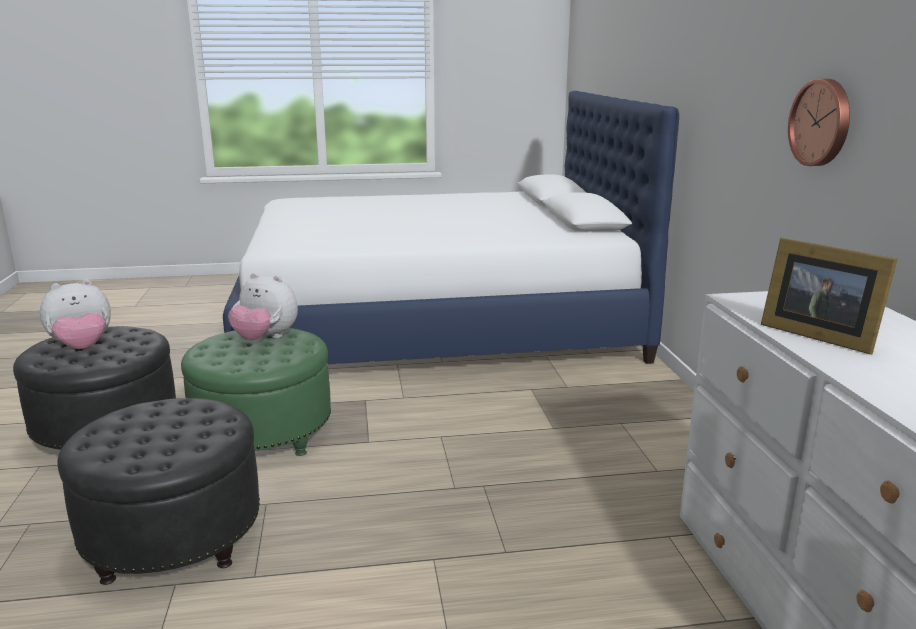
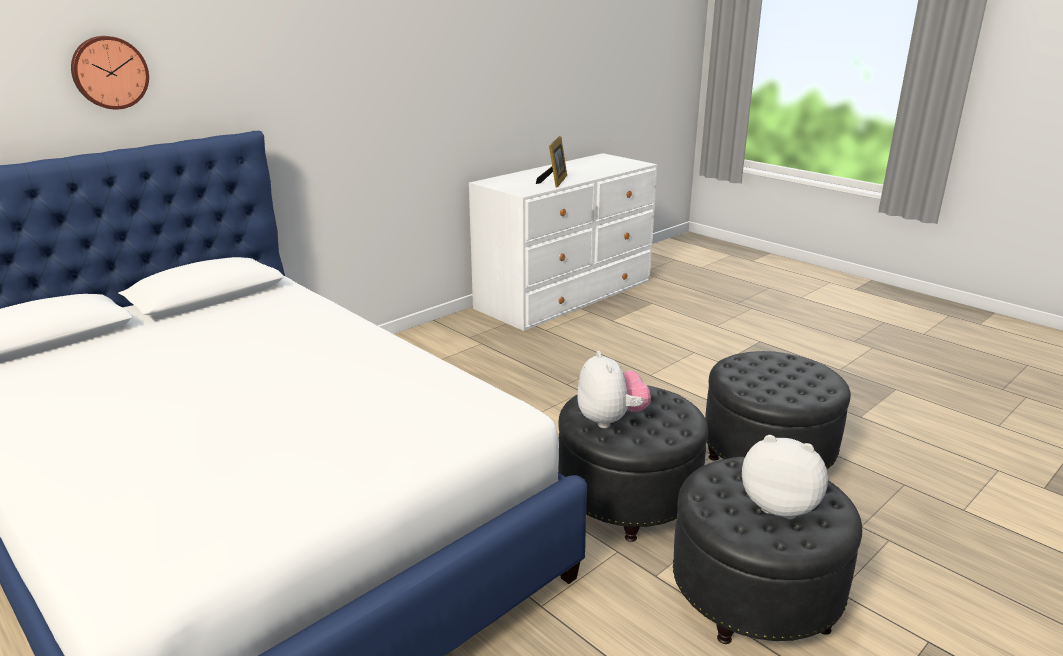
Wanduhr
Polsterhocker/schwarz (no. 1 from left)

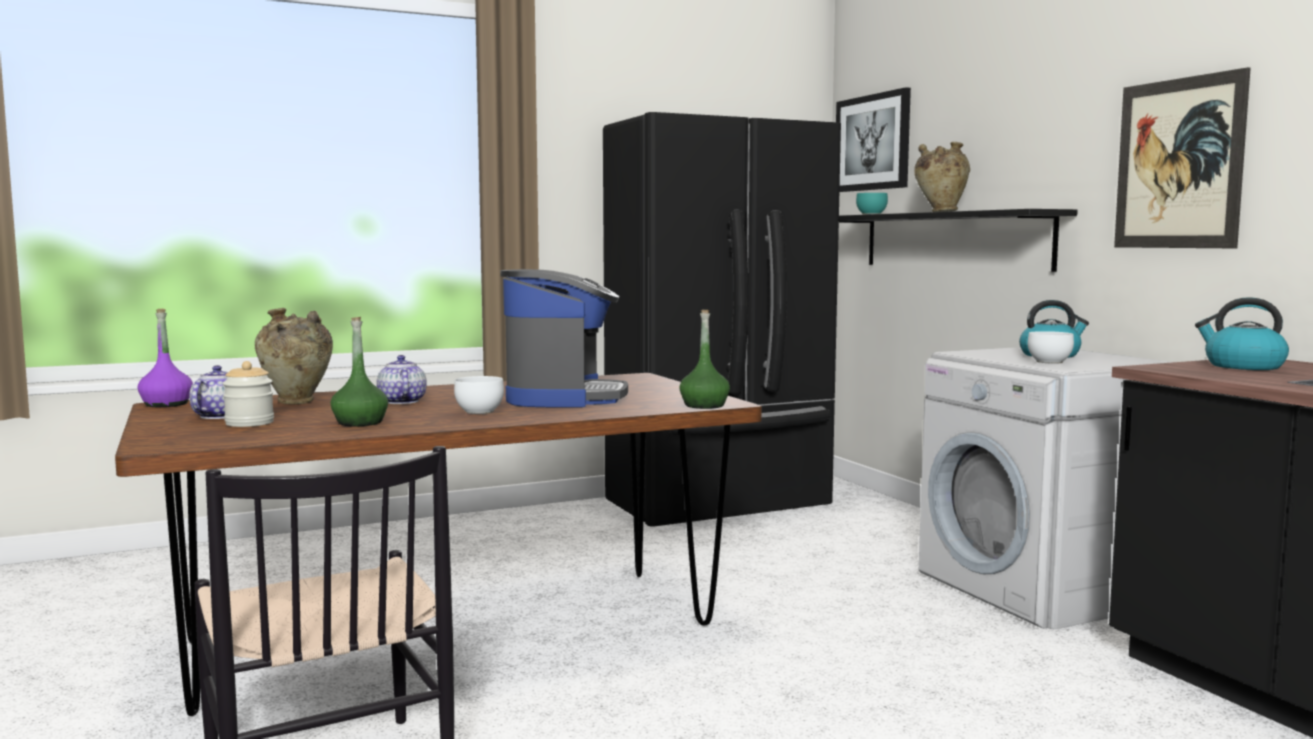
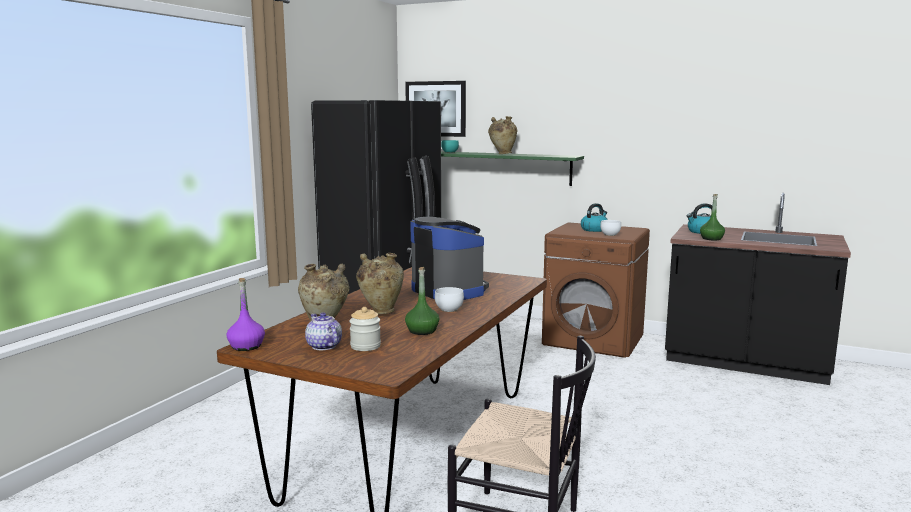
Bild (no. 2 from left in the first image)
Wandregal/grün
Flasche/grün (no. 2 from left)
Waschmaschine/braun
Vase/beige (no. 2 from left)

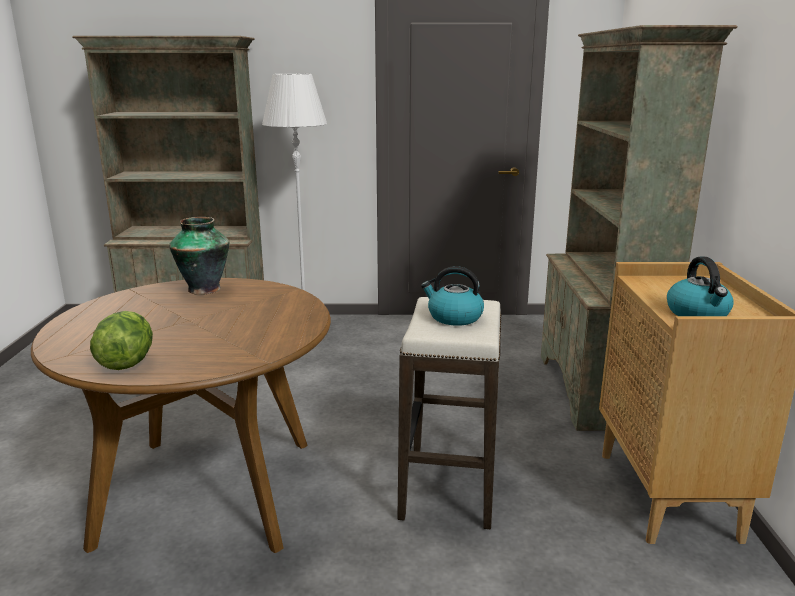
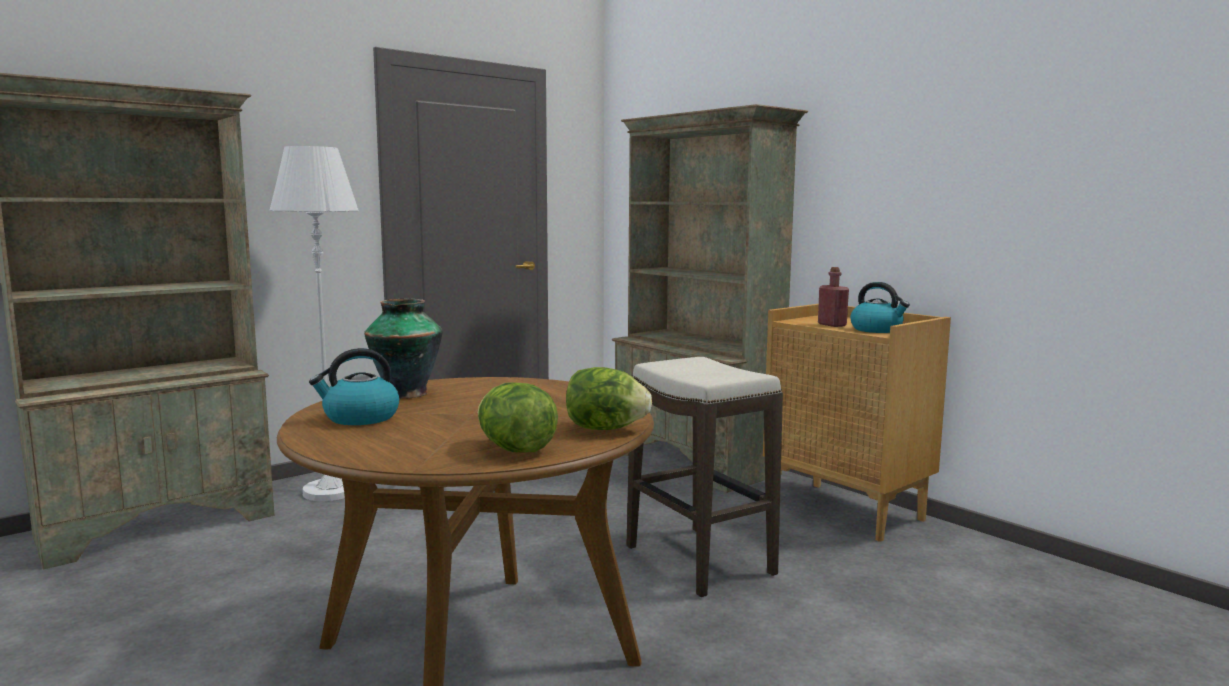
Wasserkessel (no. 1 from left)
Flasche/rot
Salatkopf (no. 2 from left)

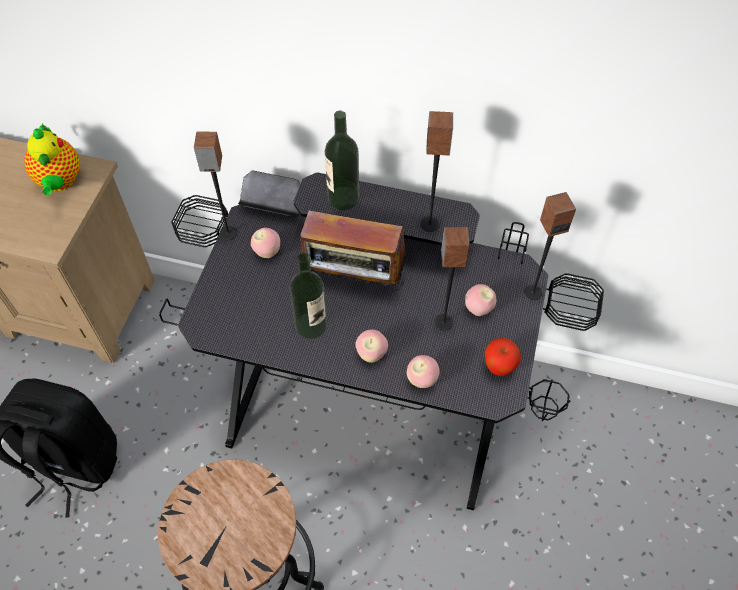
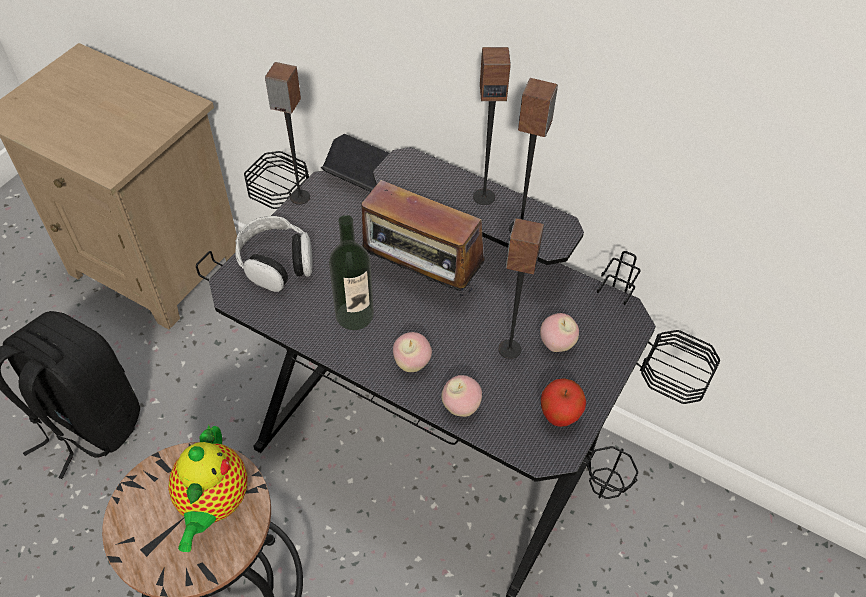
Flasche (no. 2 from left in the first image)
Teekanne
Lautsprecher (no. 2 from left)
Apfel (no. 1 from left in the first image)
Kopfhörer

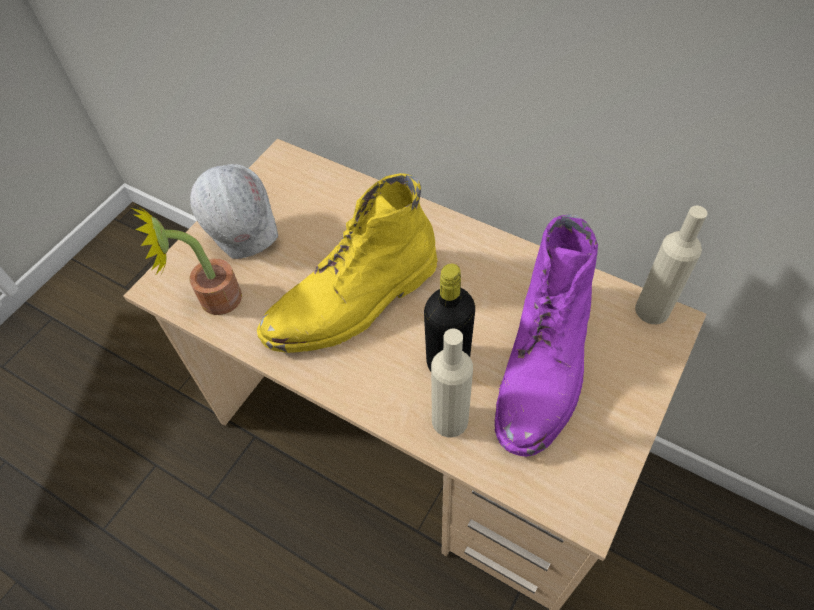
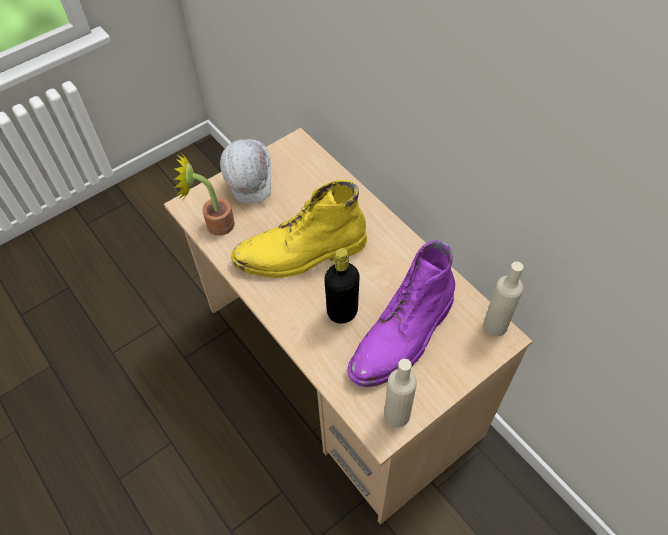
Flasche/beige (no. 1 from left)

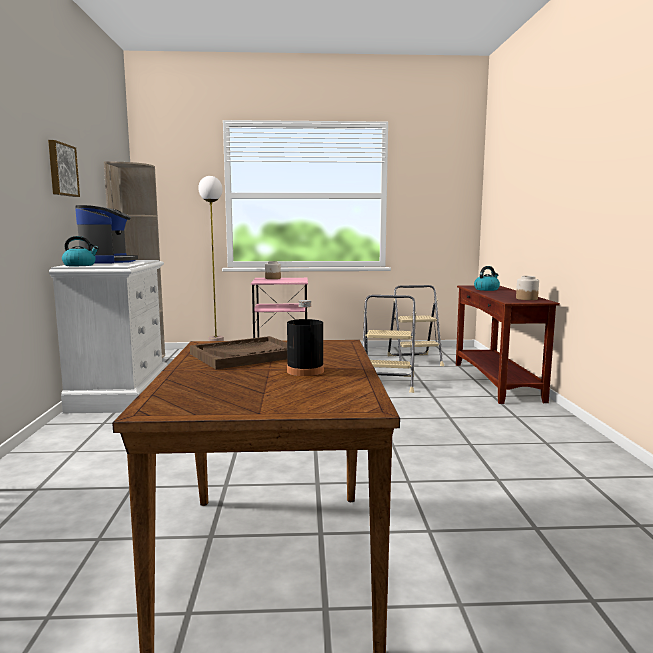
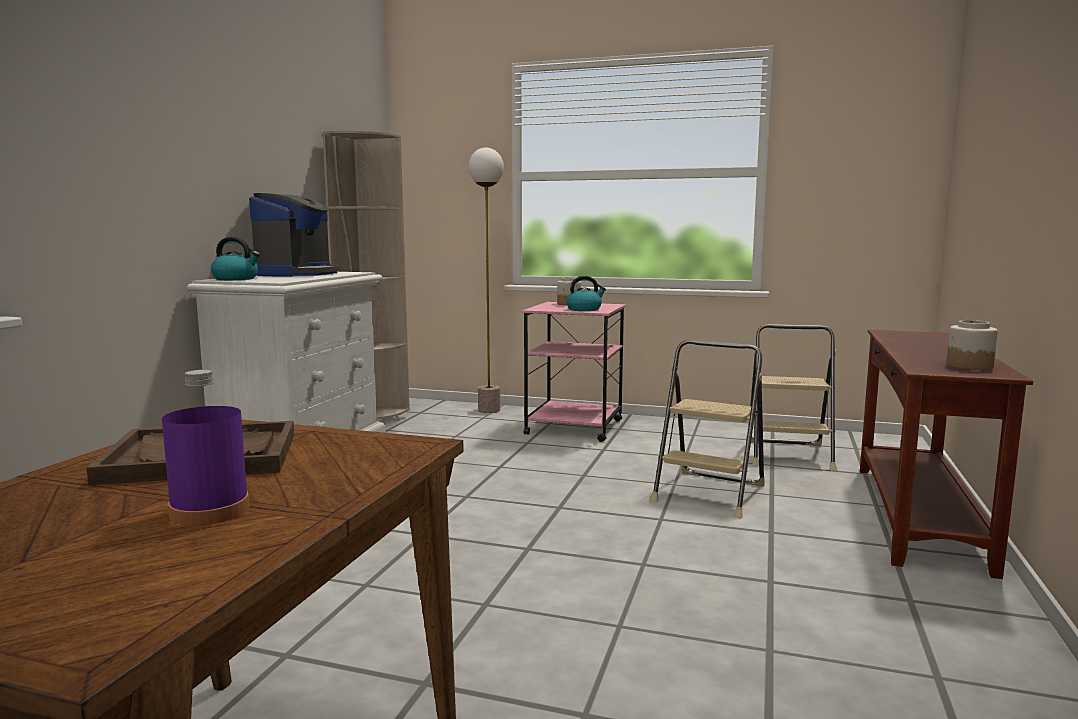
Bild
Wasserkessel (no. 2 from left)
Flasche/lila

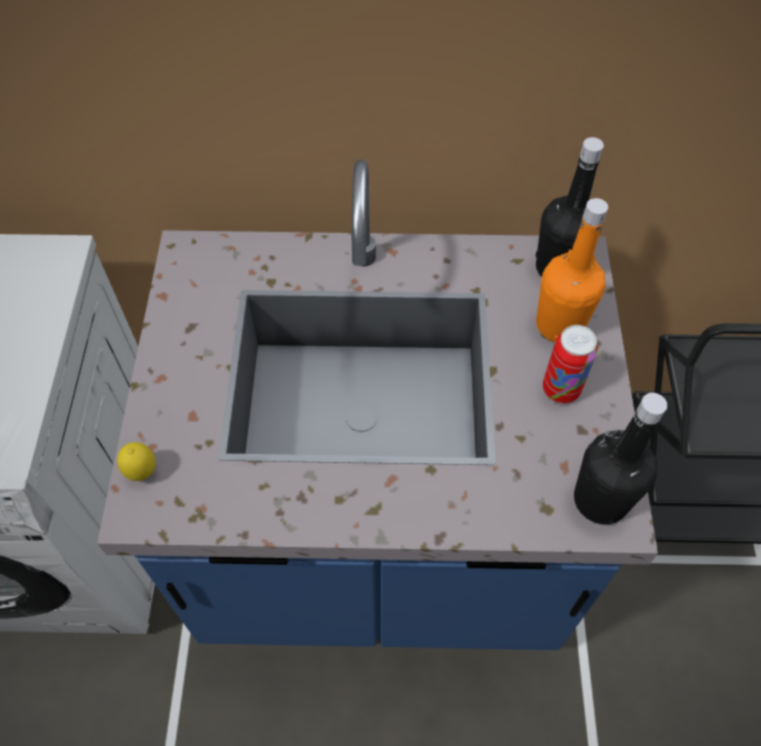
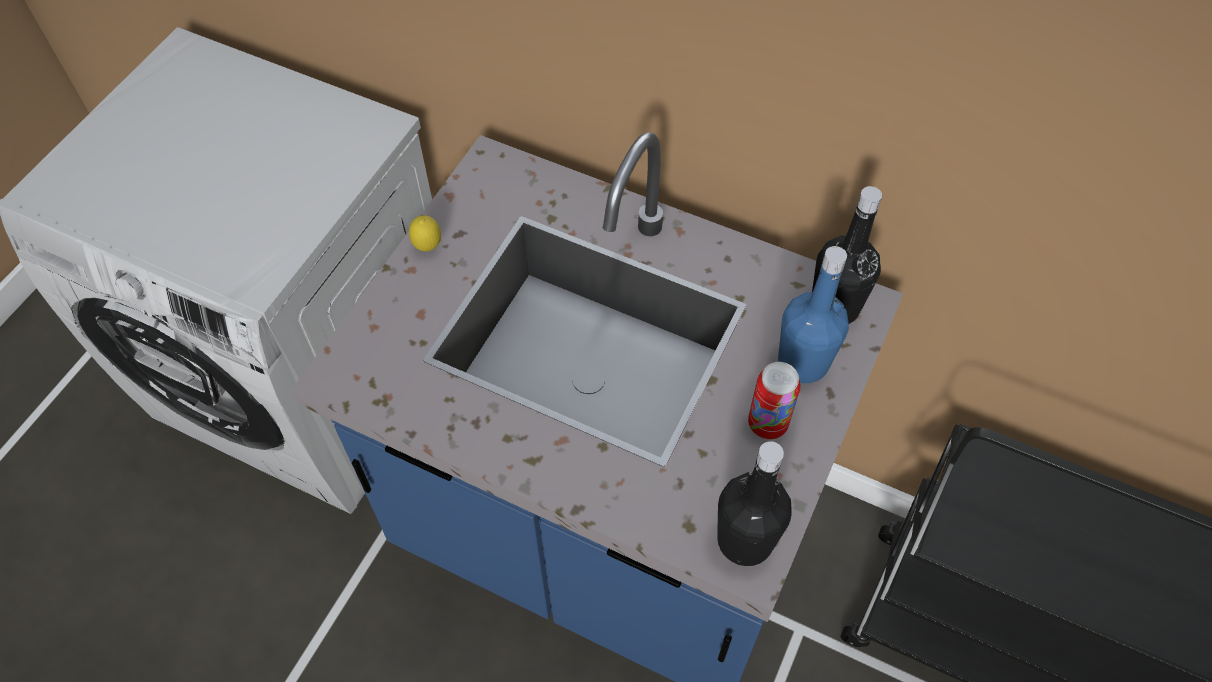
Flasche/blau
Zitrone

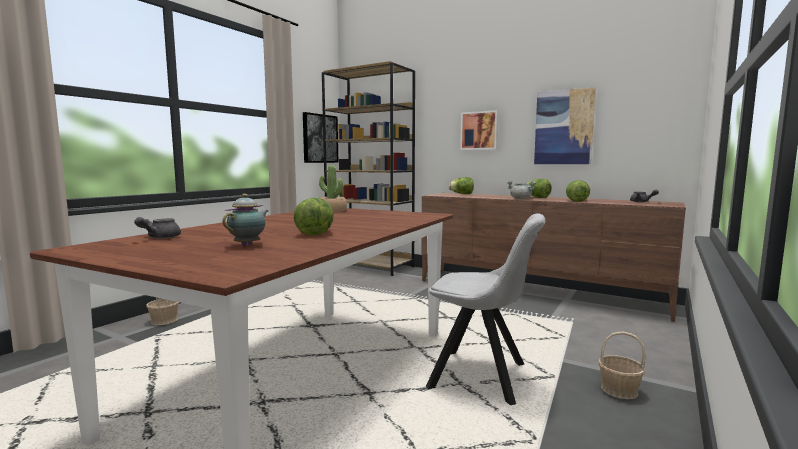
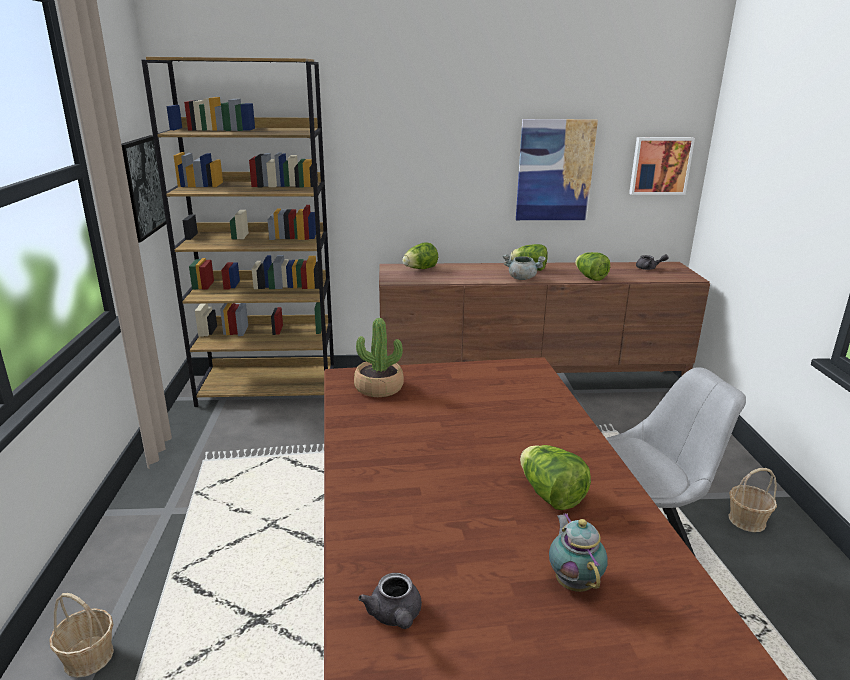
Bild (no. 3 from left)

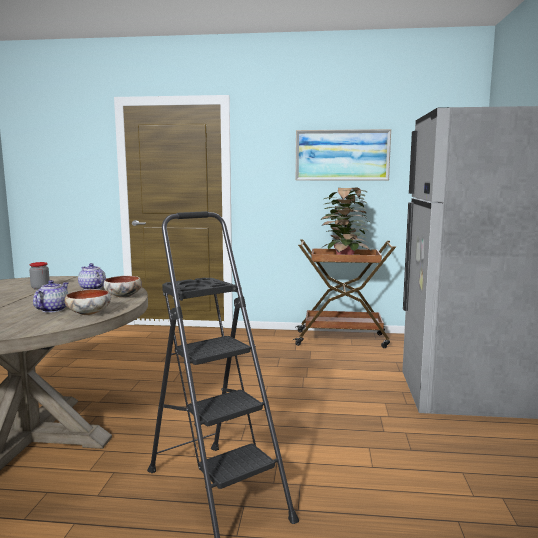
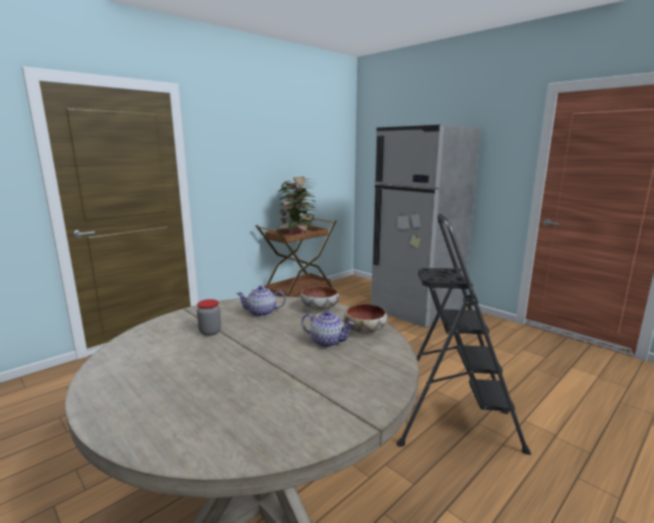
Bild
Teekanne (no. 2 from left)

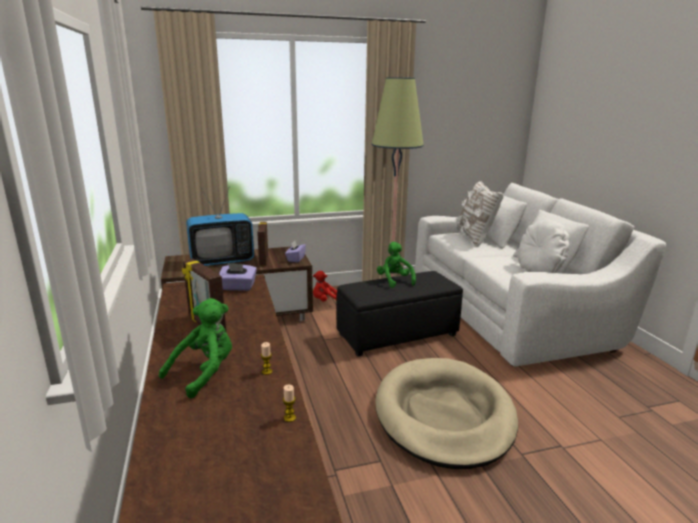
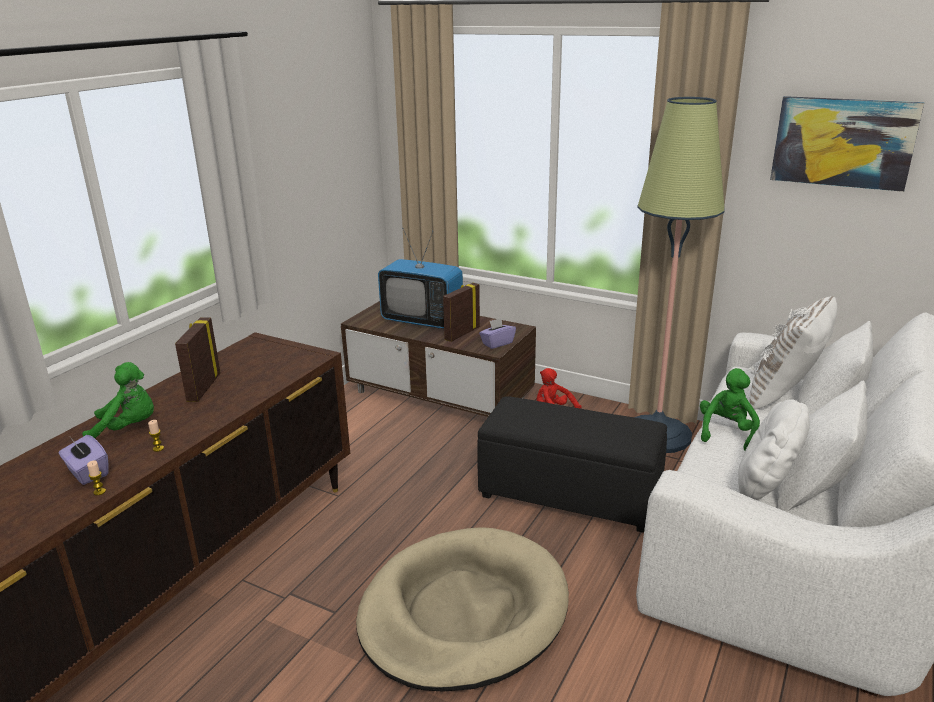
Plüschtier/grün (no. 2 from left)
Taschentuchbox/lila (no. 1 from left)
Bild

